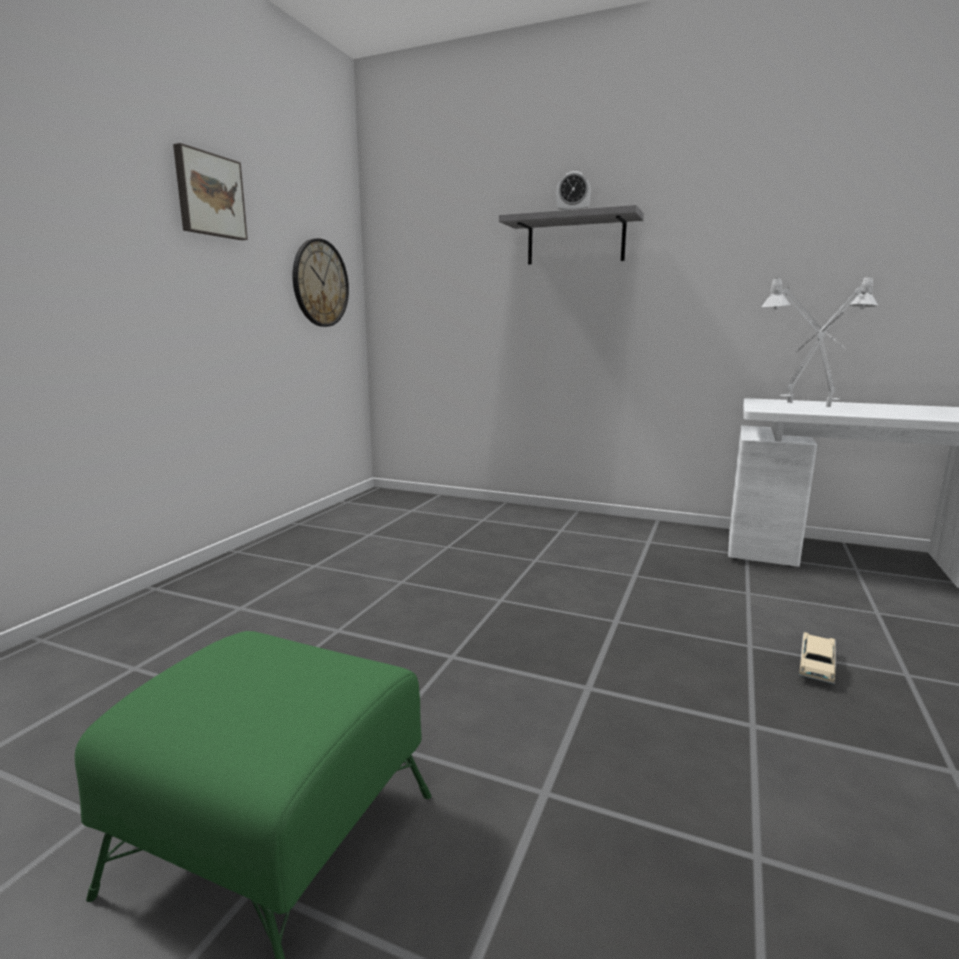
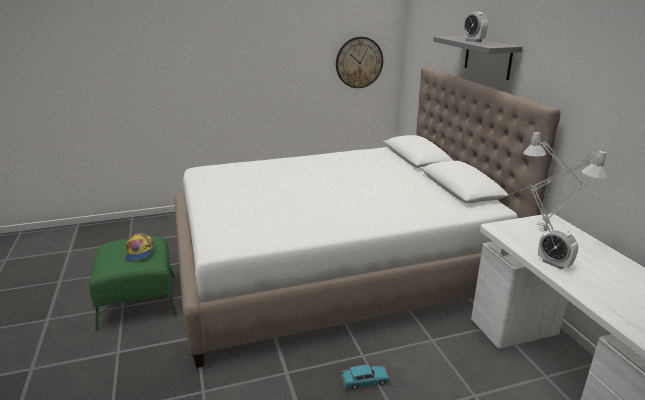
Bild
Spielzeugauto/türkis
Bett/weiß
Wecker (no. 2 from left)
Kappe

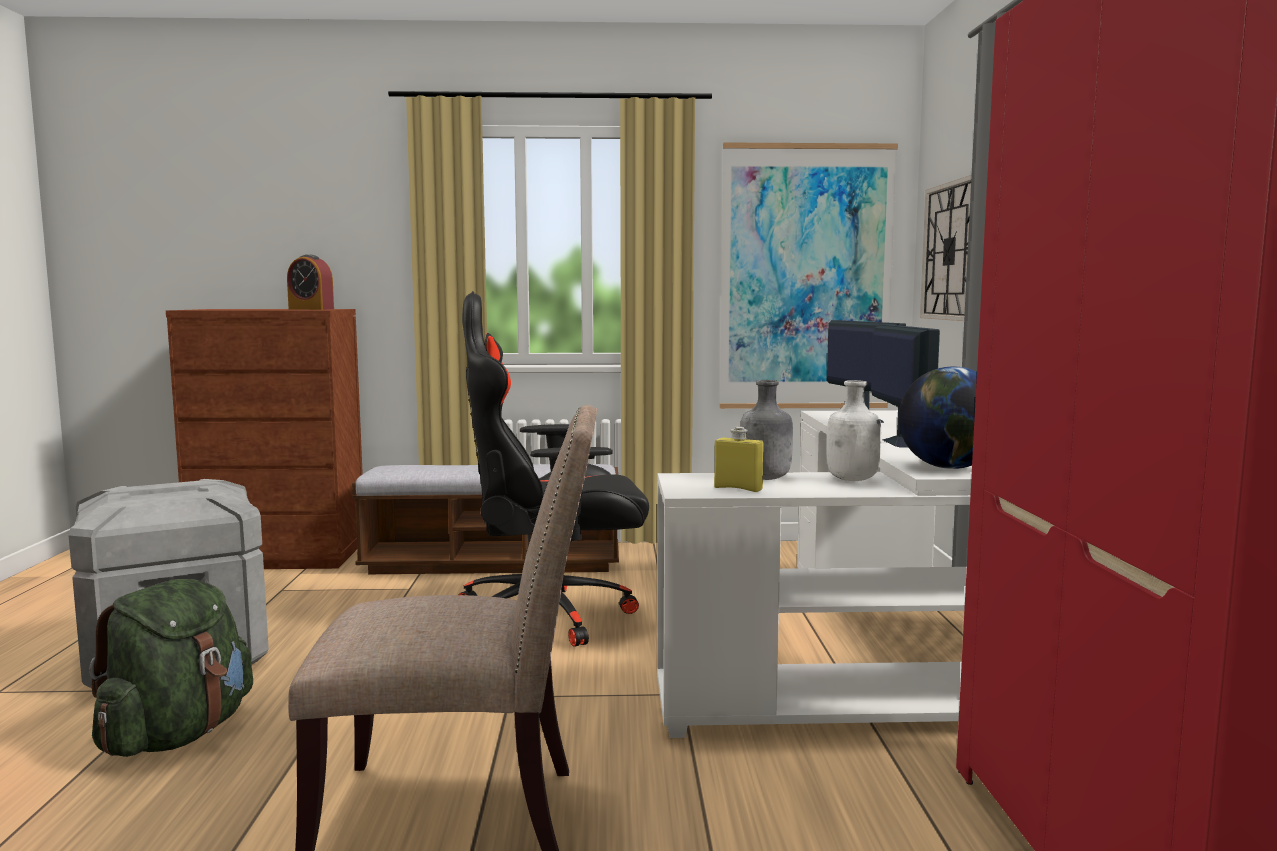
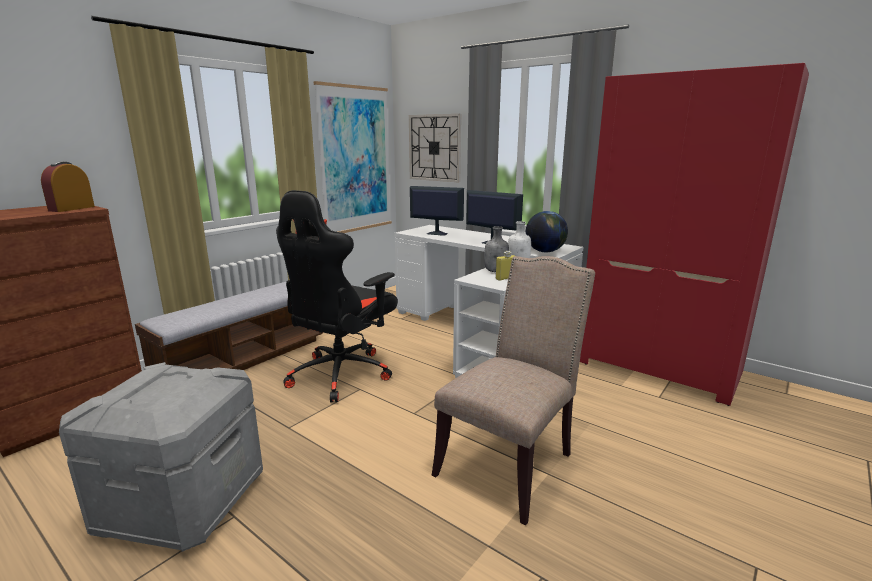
Wecker
Rucksack/grün

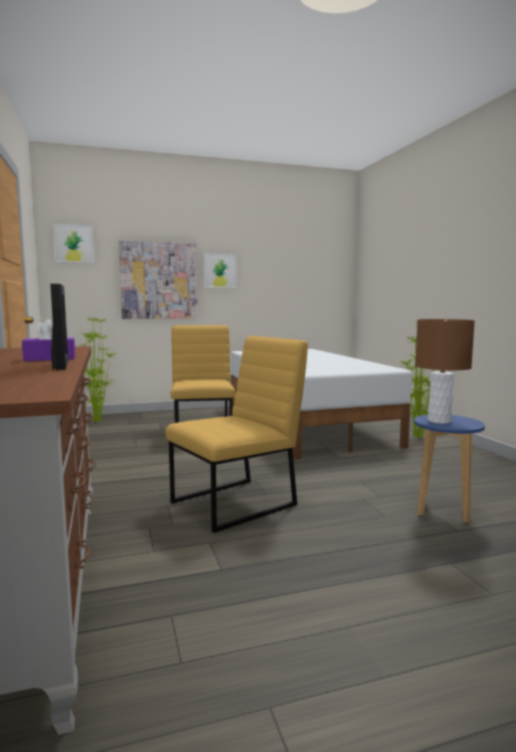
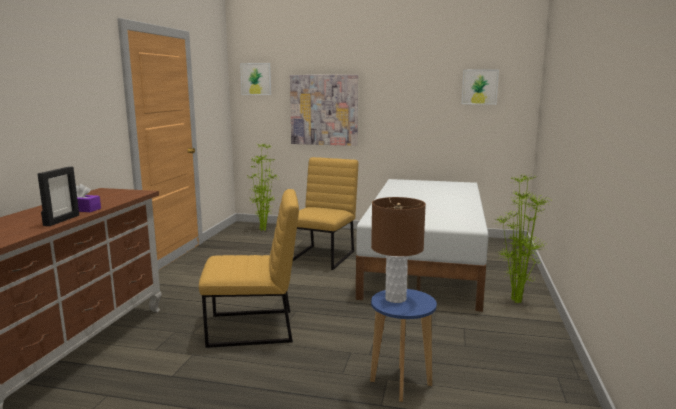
Bild (no. 3 from left)

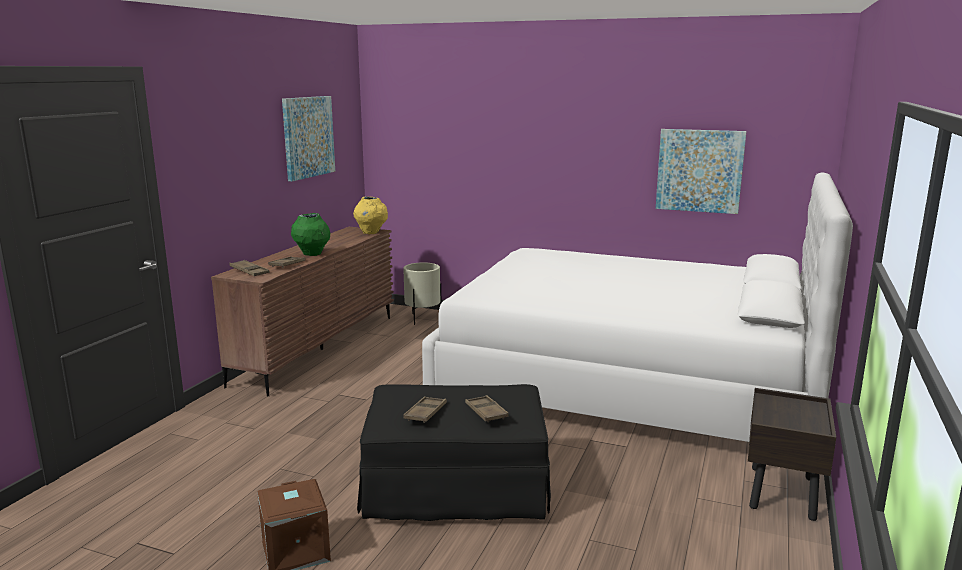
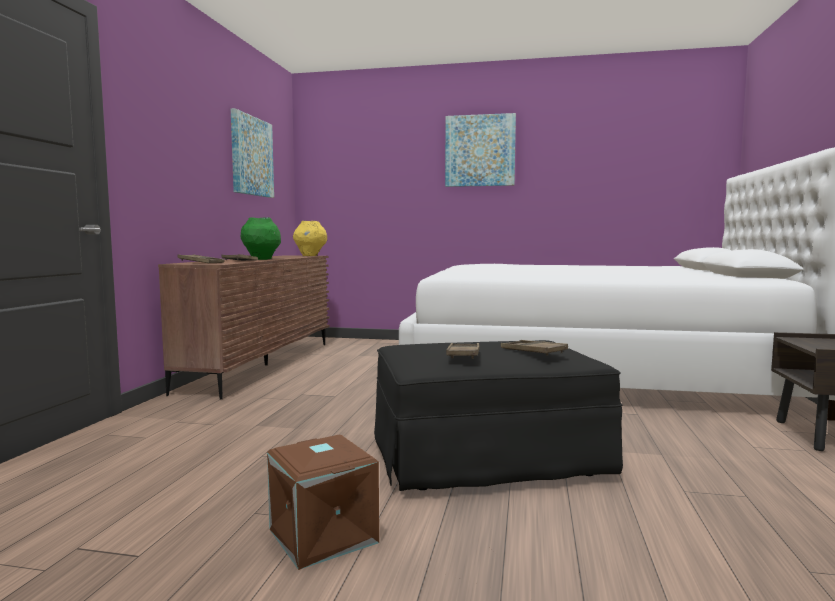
Bild (no. 2 from left)
Pflanzkübel/beige

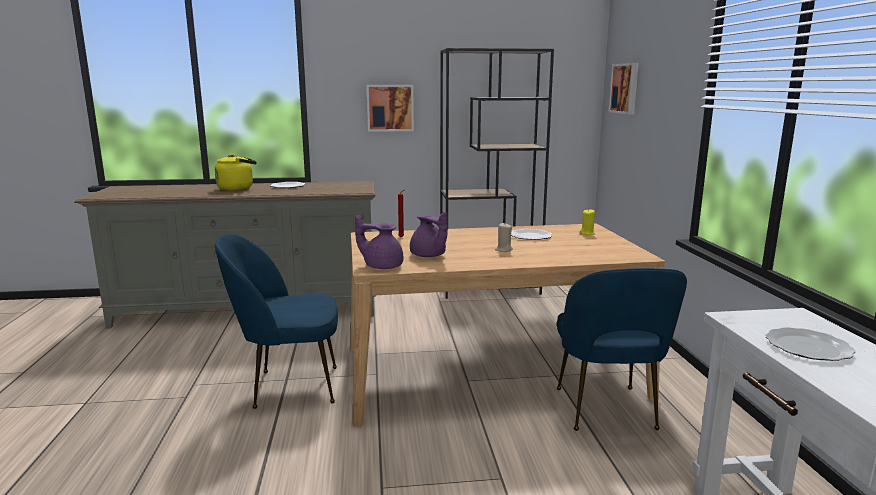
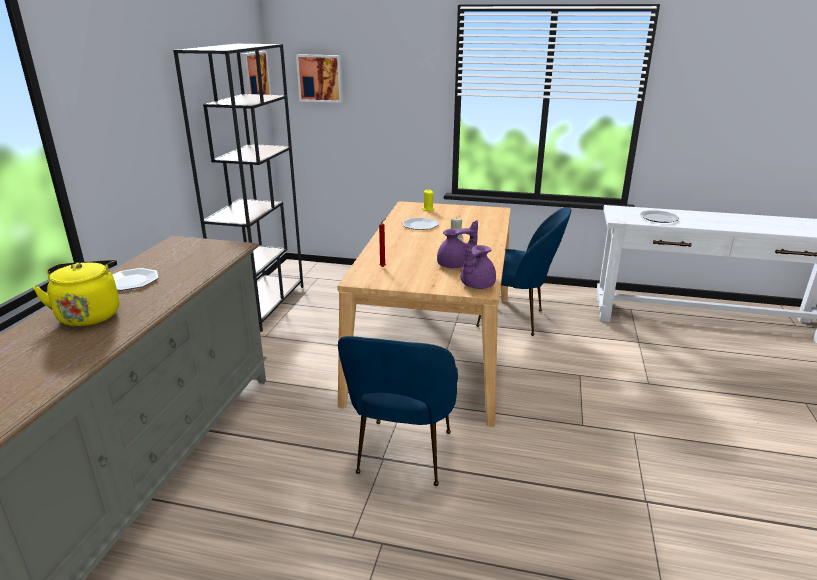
Bild (no. 1 from left)

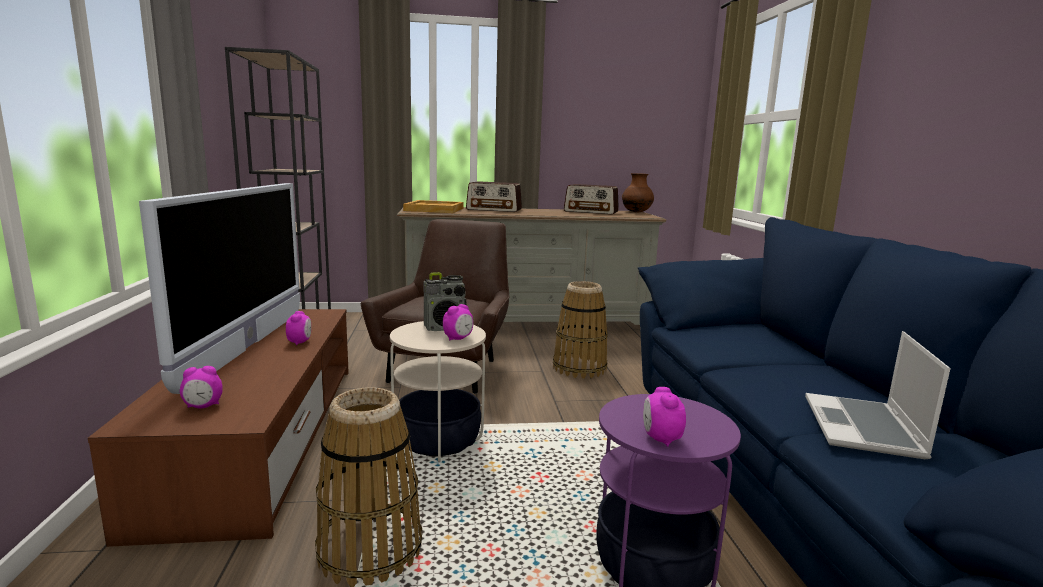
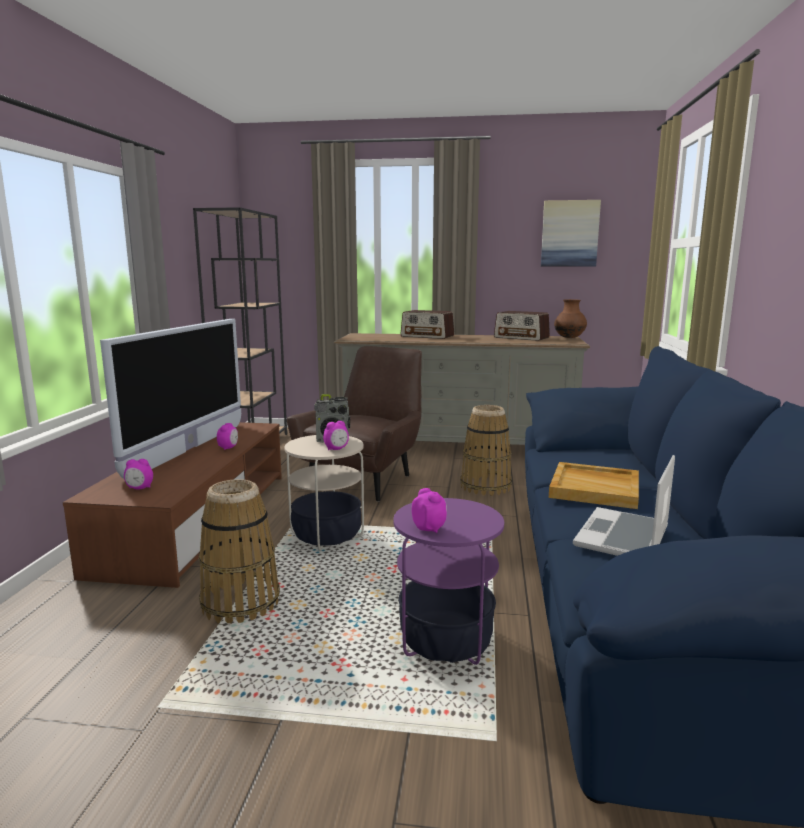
Tablett/beige
Wecker (no. 4 from left)
Bild

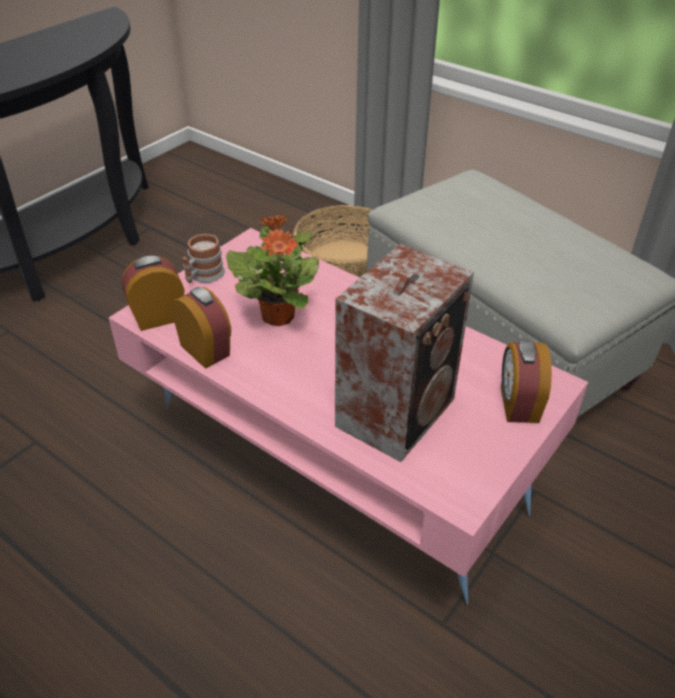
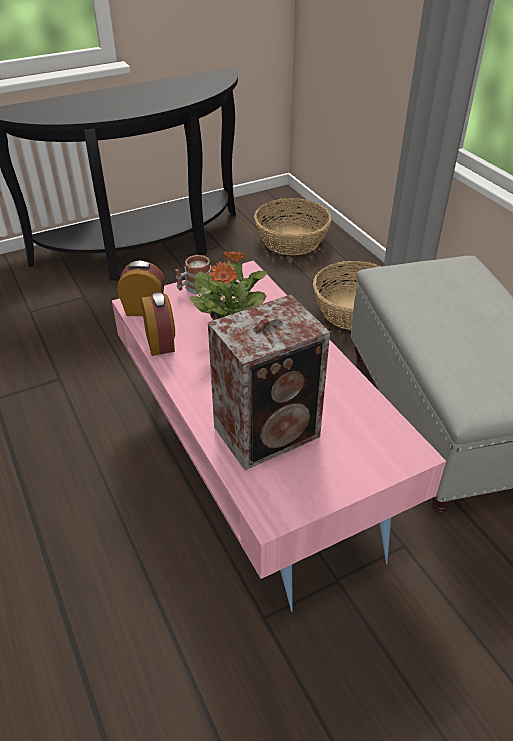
Wecker (no. 3 from left in the first image)
Korb (no. 1 from left)

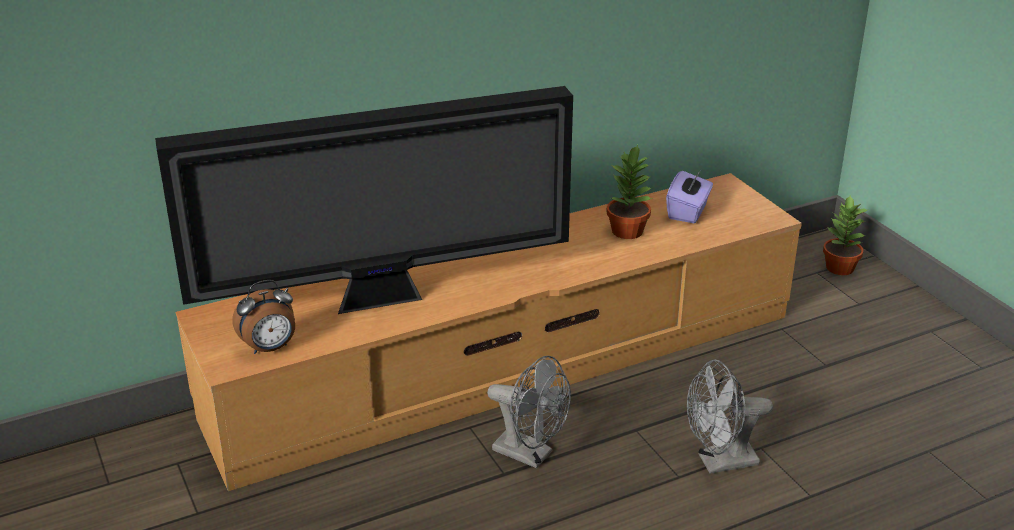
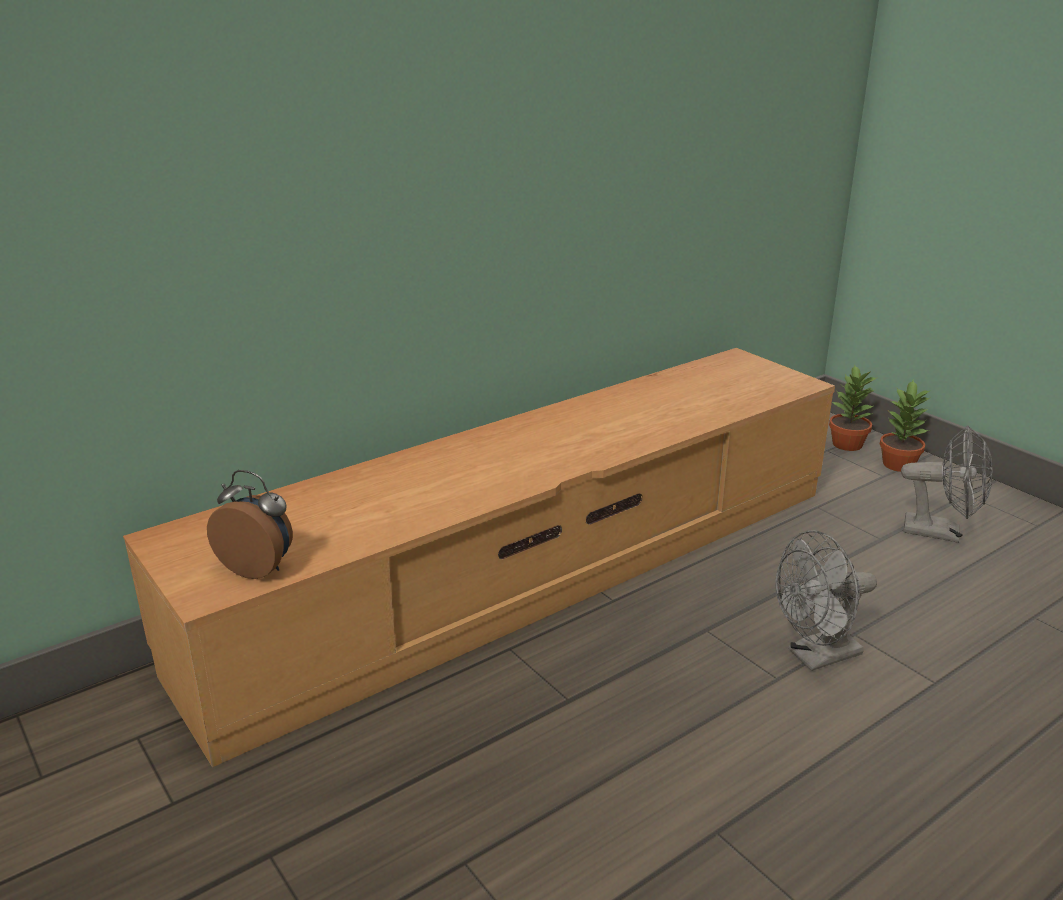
Fernseher
Topfpflanze (no. 2 from left)
Taschentuchbox/lila
Wecker
Ventilator/grau (no. 2 from left)

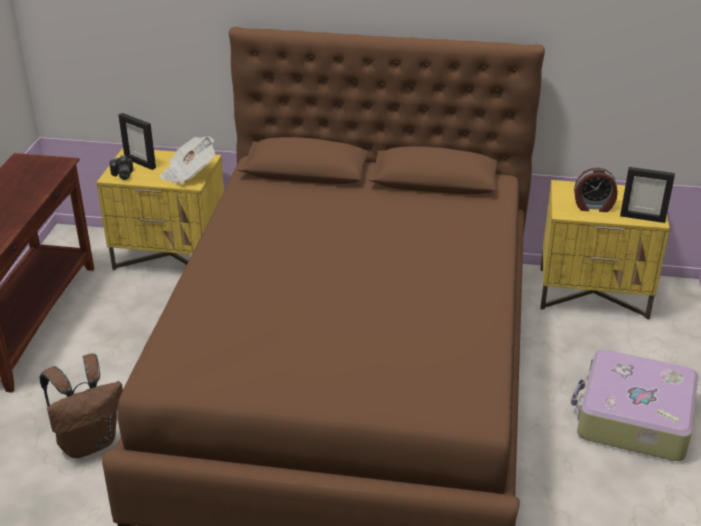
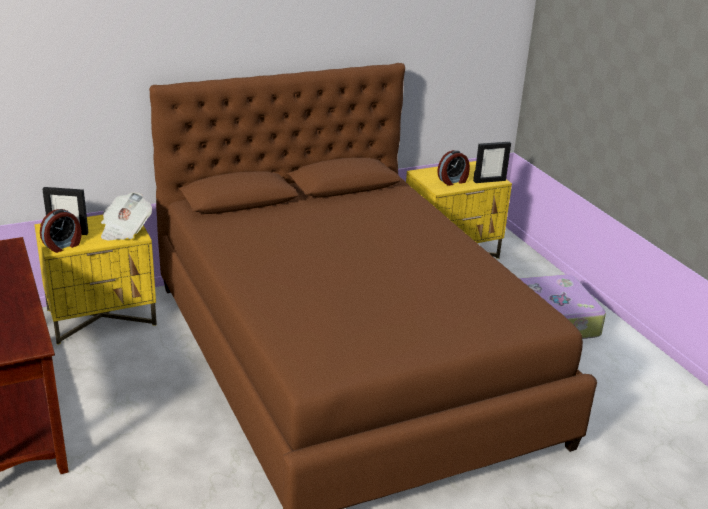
Wecker (no. 1 from left)
Rucksack/braun

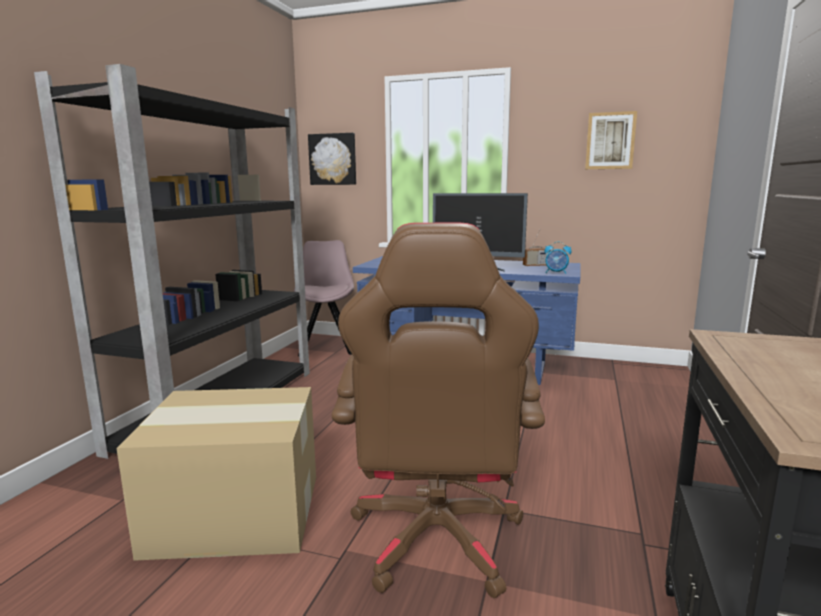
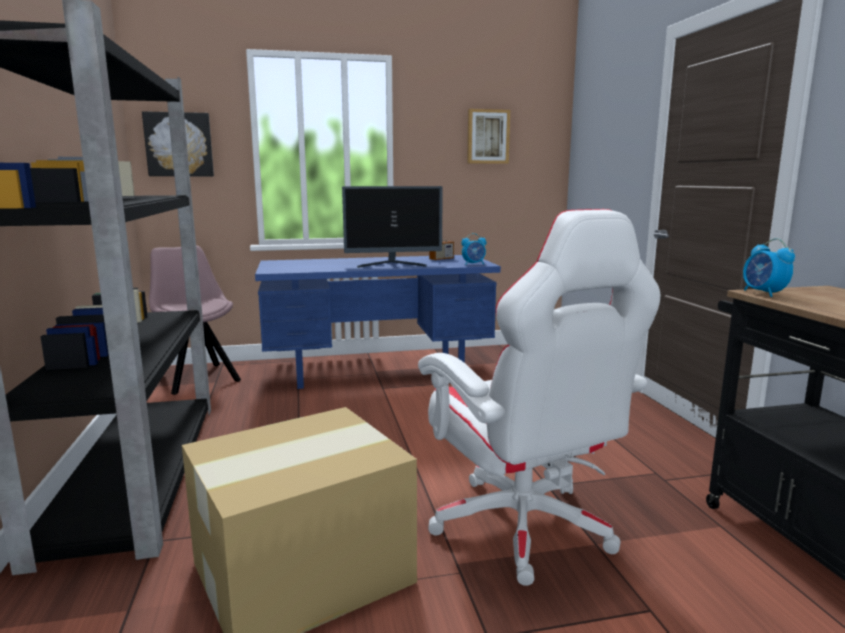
Bürostuhl/weiß
Wecker (no. 2 from left)

